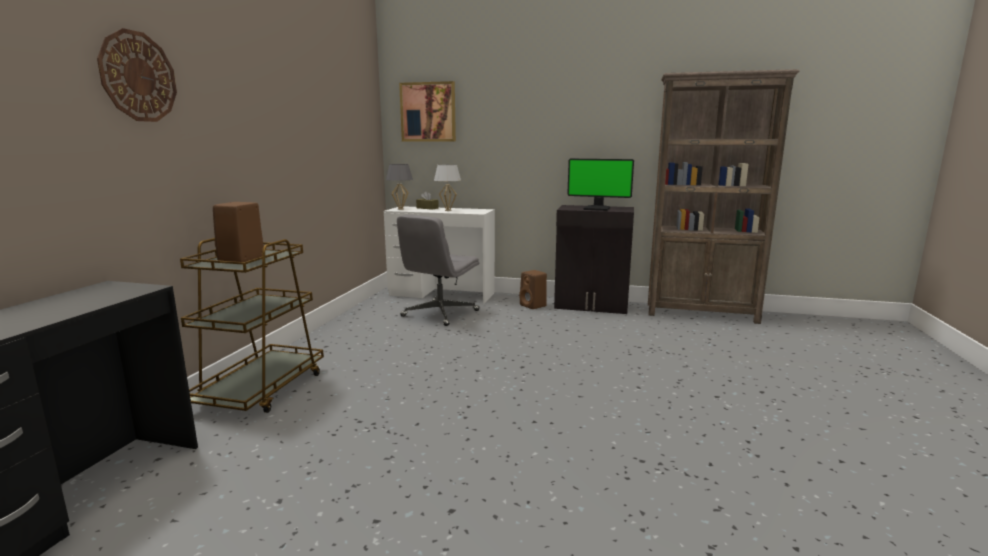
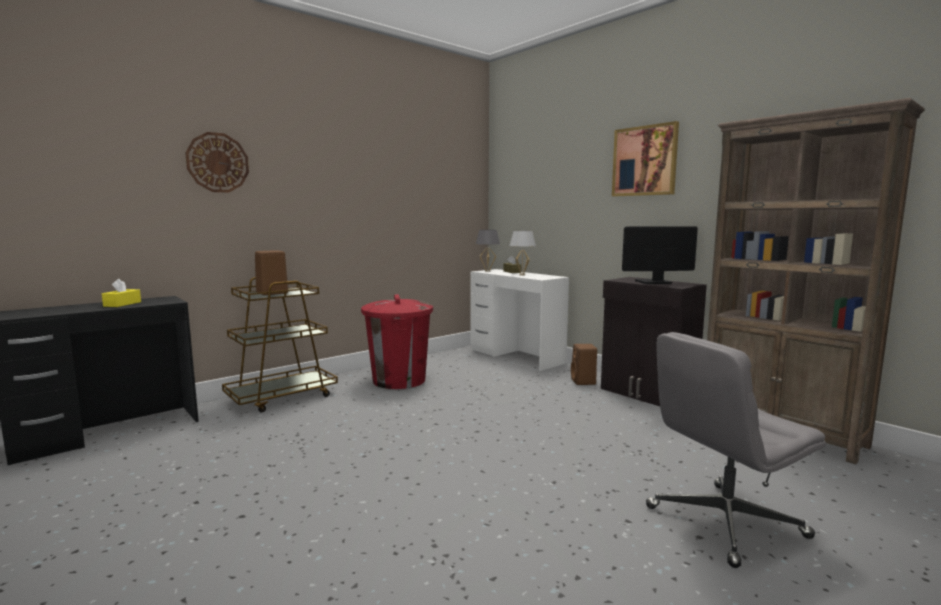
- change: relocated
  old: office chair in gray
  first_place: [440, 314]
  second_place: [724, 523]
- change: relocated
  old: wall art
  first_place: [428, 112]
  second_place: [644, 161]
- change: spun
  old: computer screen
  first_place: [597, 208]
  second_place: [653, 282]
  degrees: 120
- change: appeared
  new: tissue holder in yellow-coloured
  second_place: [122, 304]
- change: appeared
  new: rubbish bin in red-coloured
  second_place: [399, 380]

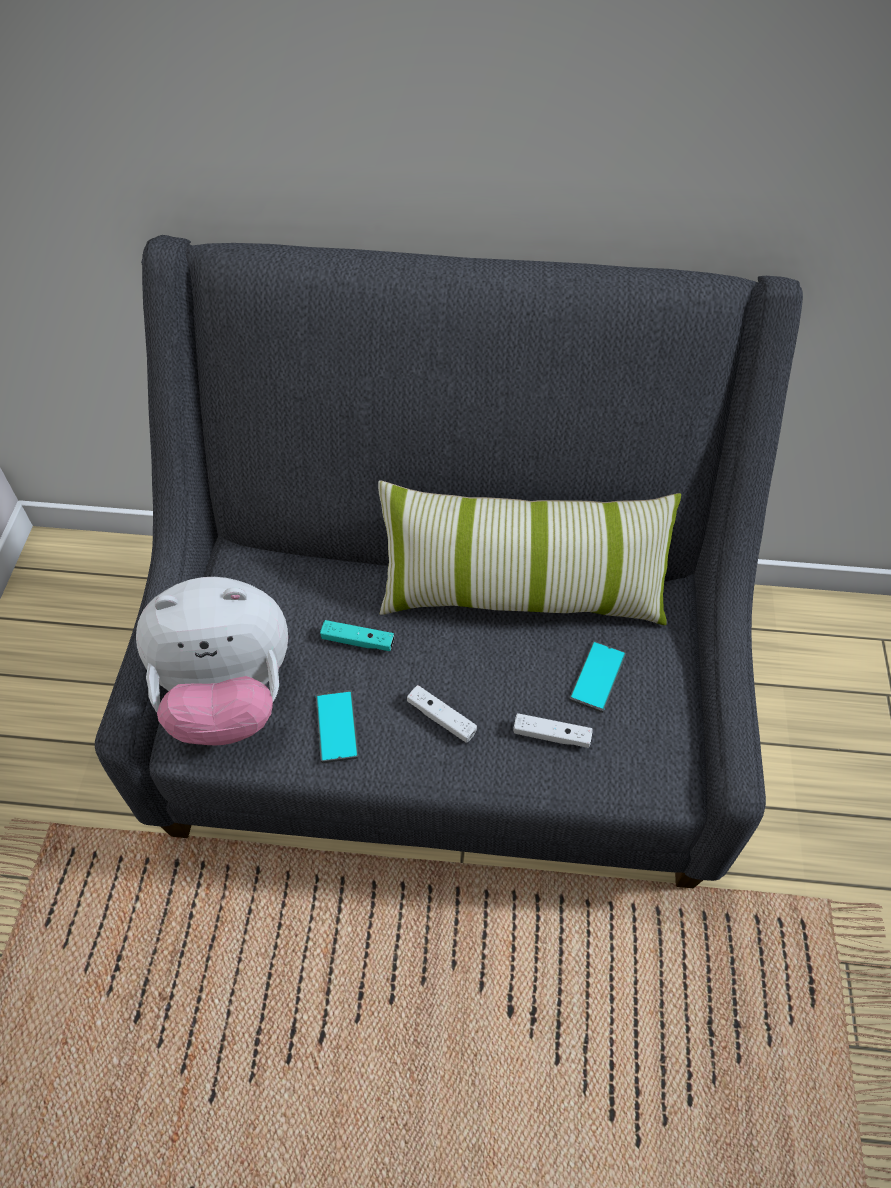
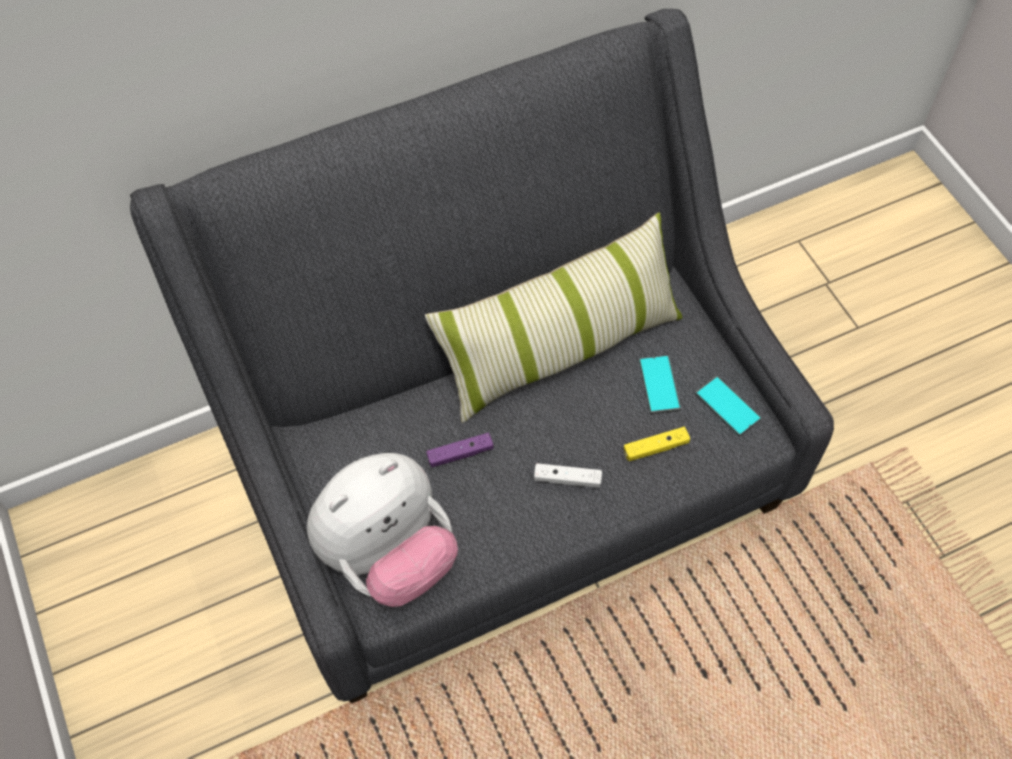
- change: relocated
  old: telephone
  first_place: [336, 726]
  second_place: [727, 406]
- change: colour
  old: gamepad in turquoise
  new: gamepad in purplish
  first_place: [358, 641]
  second_place: [460, 454]
- change: colour
  old: gamepad in whitish
  new: gamepad in yellow-coloured
  first_place: [551, 735]
  second_place: [655, 448]

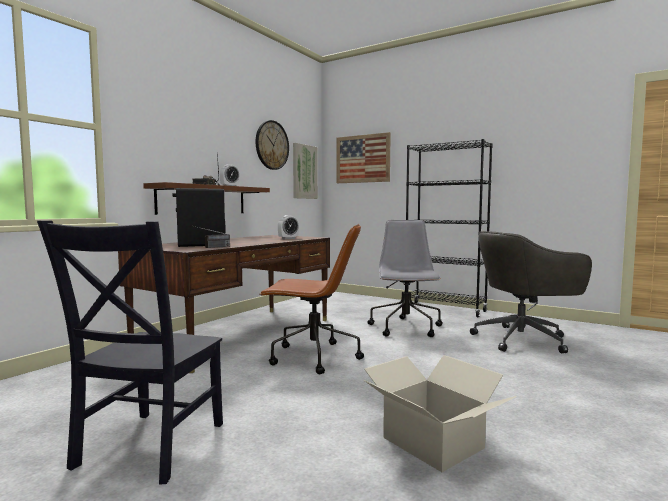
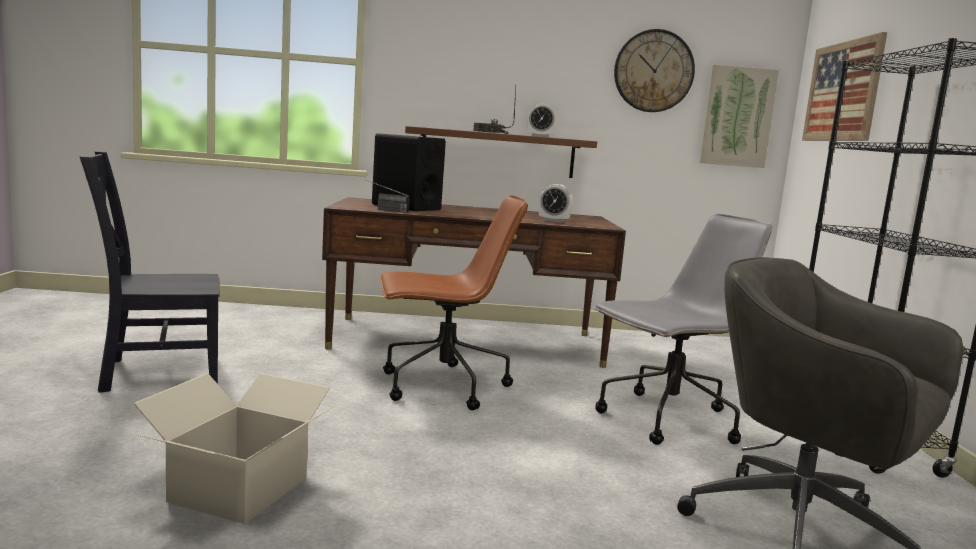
- change: spun
  old: office chair in brown-coloured
  first_place: [312, 357]
  second_place: [441, 386]
  degrees: -75

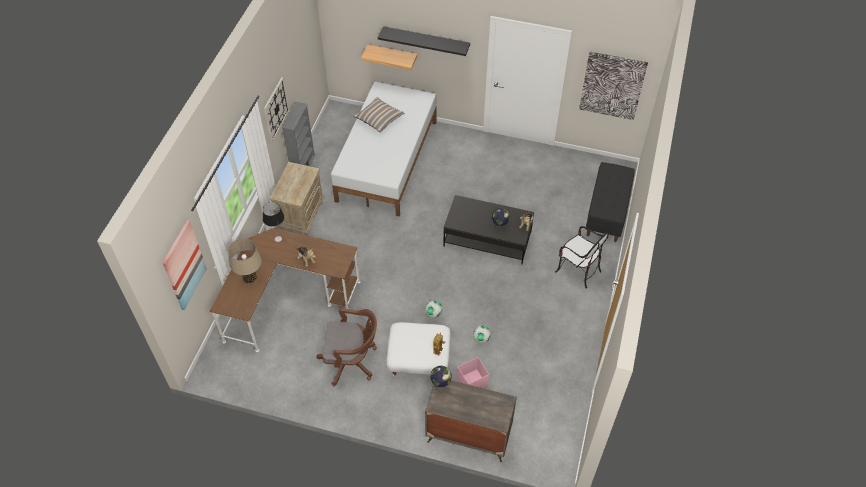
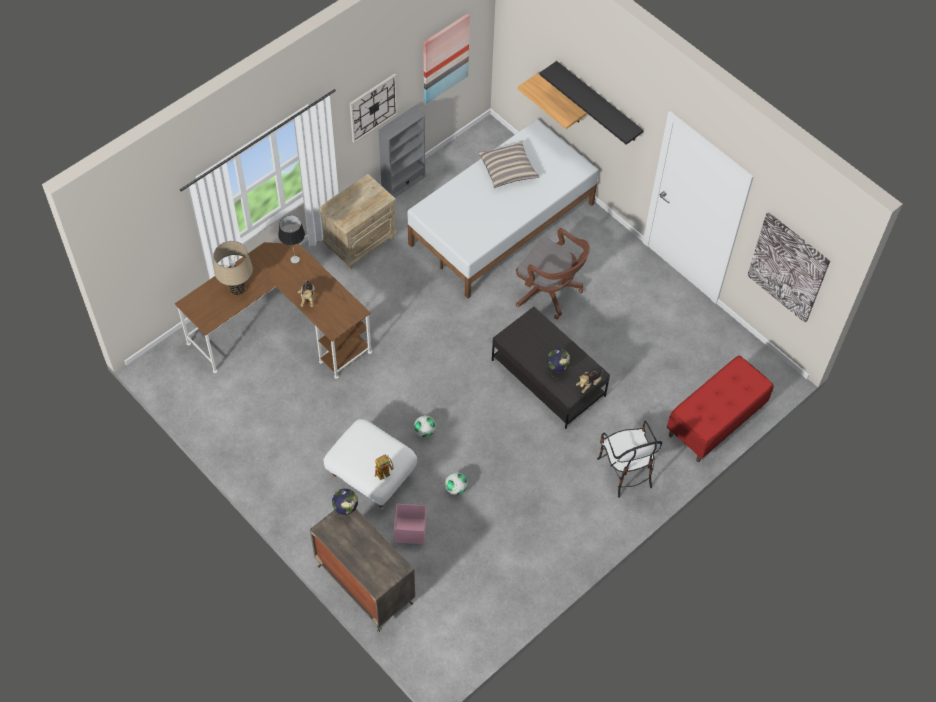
- change: relocated
  old: wall art
  first_place: [184, 265]
  second_place: [445, 58]
- change: relocated
  old: office chair in brown-coloured
  first_place: [351, 361]
  second_place: [549, 292]
- change: colour
  old: bench in black
  new: bench in red-coloured
  first_place: [607, 213]
  second_place: [715, 421]

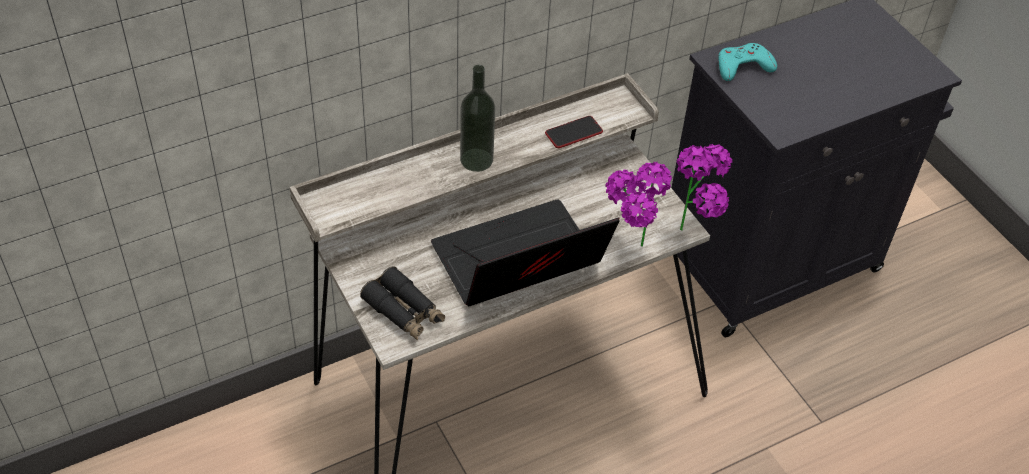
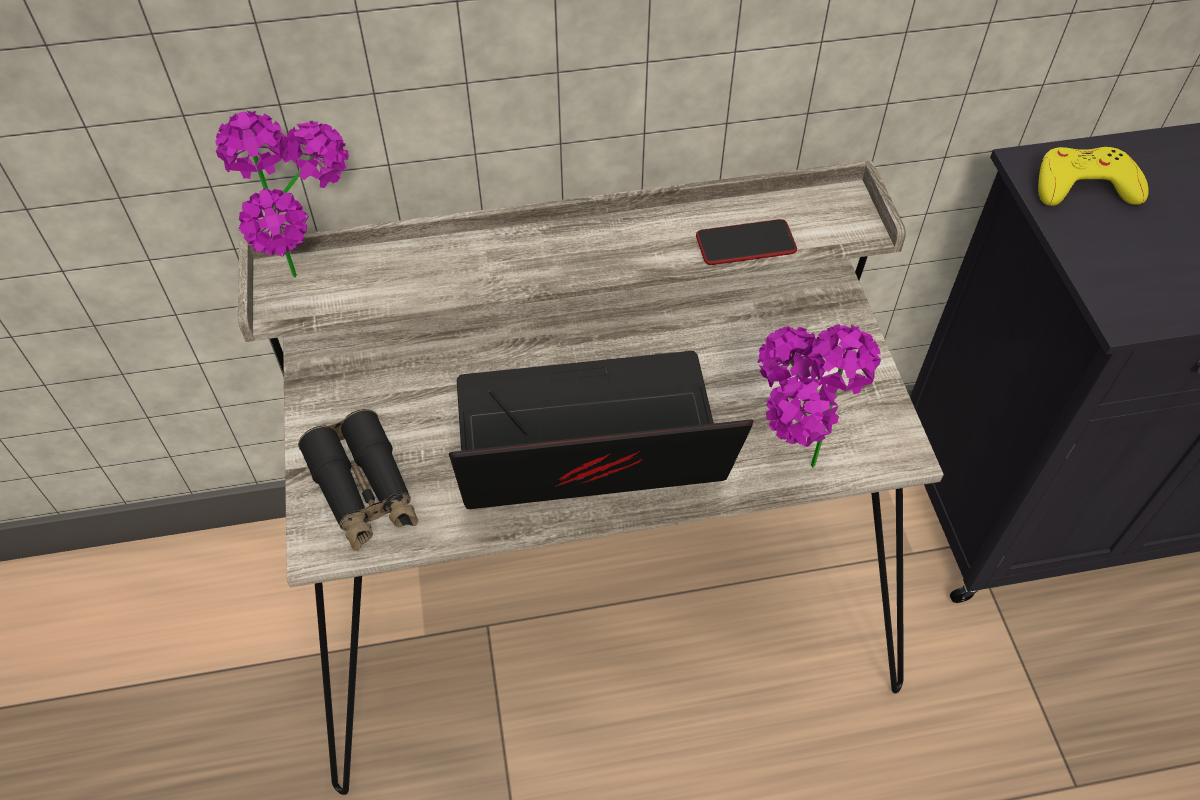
- change: missing
  old: beverage bottle
  first_place: [476, 160]
- change: relocated
  old: houseplant
  first_place: [695, 230]
  second_place: [317, 281]
- change: colour
  old: gamepad in turquoise
  new: gamepad in yellow-coloured
  first_place: [743, 66]
  second_place: [1083, 185]

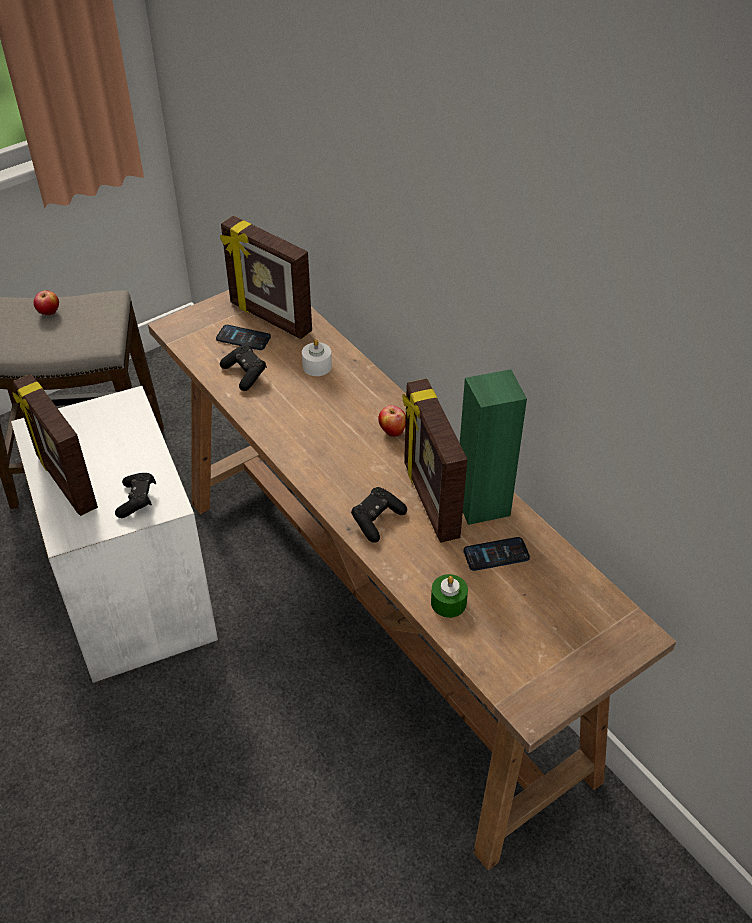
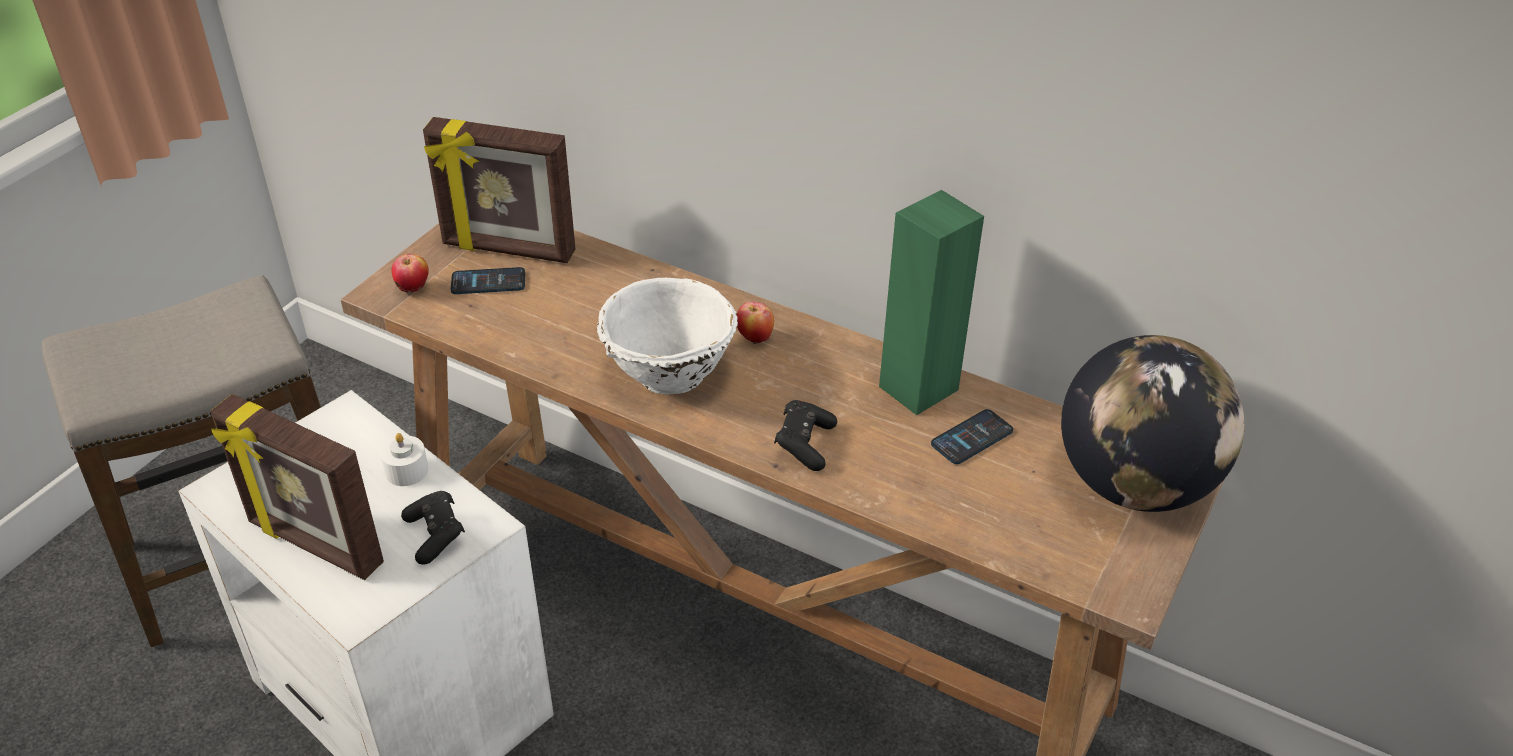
- change: relocated
  old: apple
  first_place: [49, 313]
  second_place: [413, 289]
- change: missing
  old: gamepad in black
  first_place: [245, 374]
- change: relocated
  old: wax light in whitish
  first_place: [317, 366]
  second_place: [406, 470]
- change: missing
  old: picture frame
  first_place: [429, 500]
- change: missing
  old: wax light in green-coloured
  first_place: [448, 602]
- change: appeared
  new: serving bowl in whitish
  second_place: [668, 374]
- change: appeared
  new: globe
  second_place: [1133, 484]

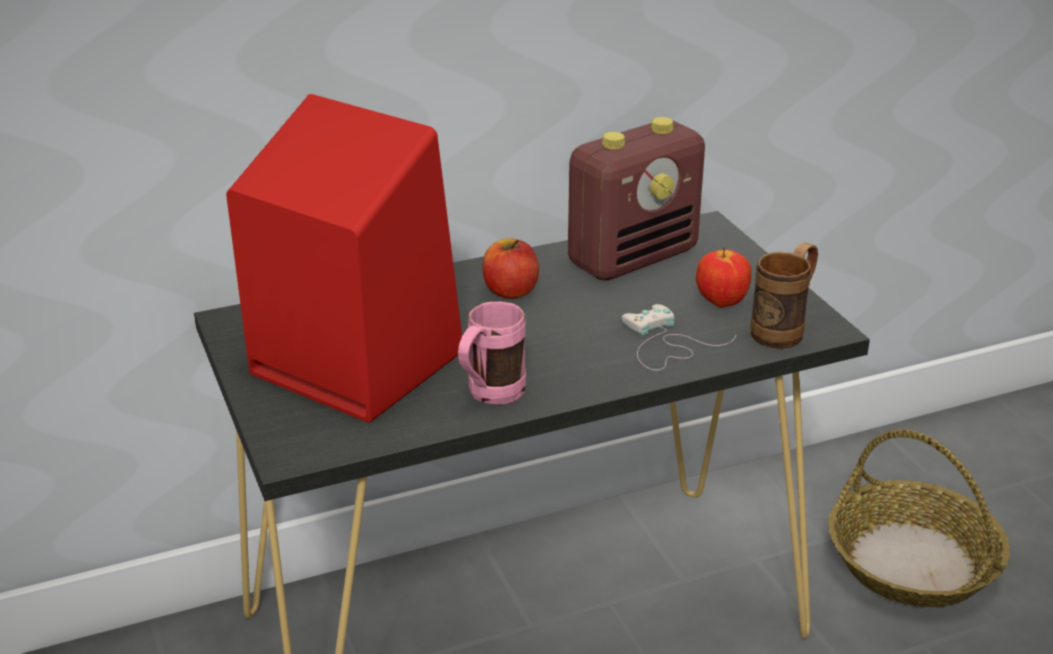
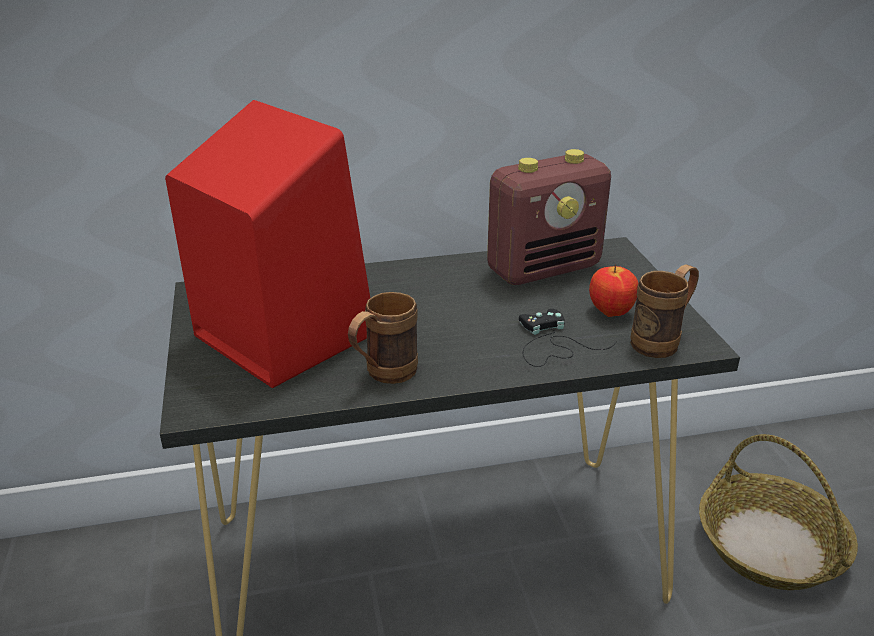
- change: colour
  old: mug in pink-coloured
  new: mug in brown-coloured
  first_place: [488, 396]
  second_place: [383, 375]
- change: missing
  old: apple
  first_place: [510, 291]
- change: colour
  old: gamepad in whitish
  new: gamepad in black
  first_place: [665, 344]
  second_place: [551, 344]

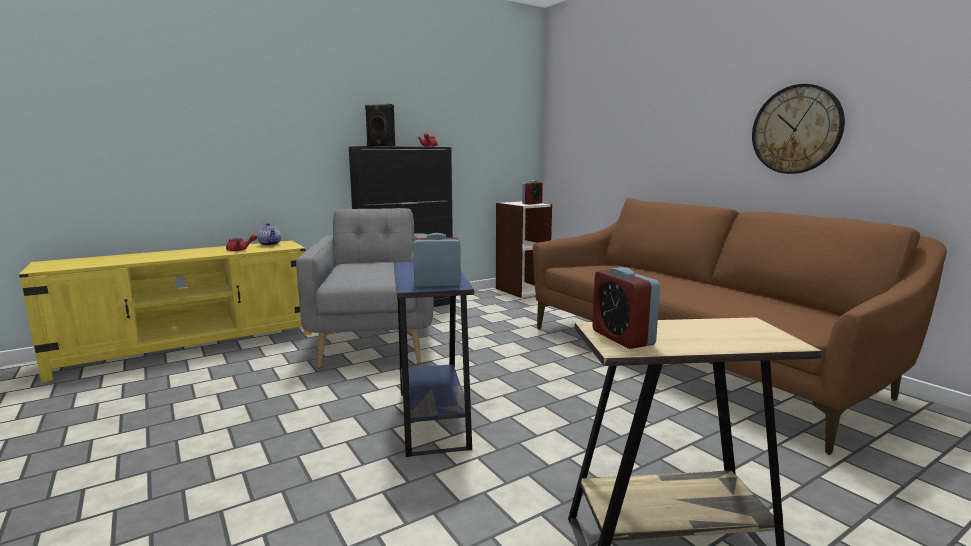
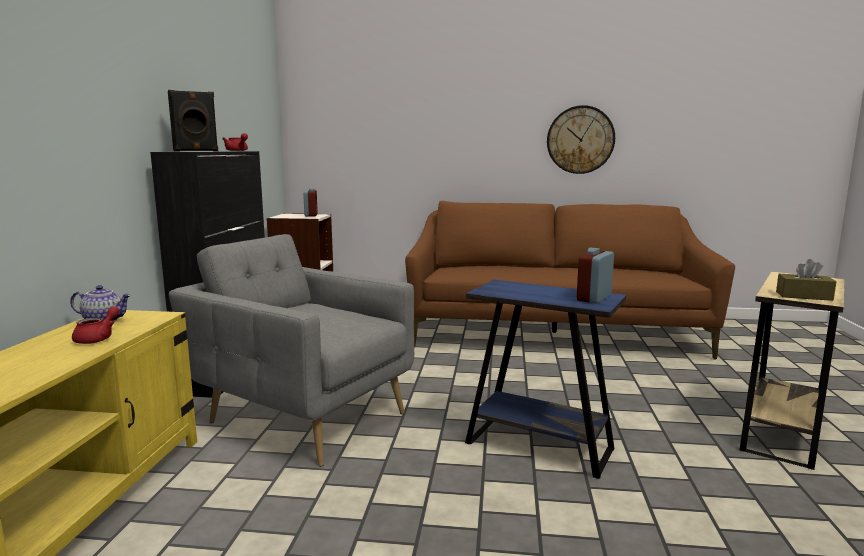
- change: exchanged
  old: alarm clock
  new: tissue holder in brown-coloured
  first_place: [622, 338]
  second_place: [803, 296]

